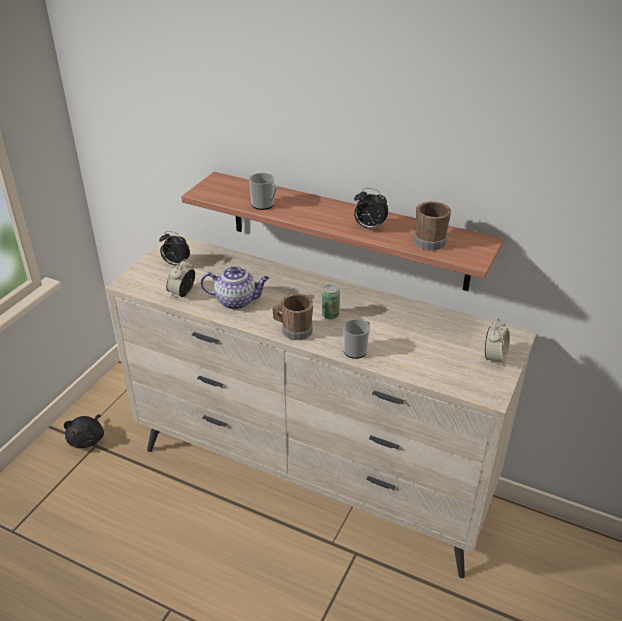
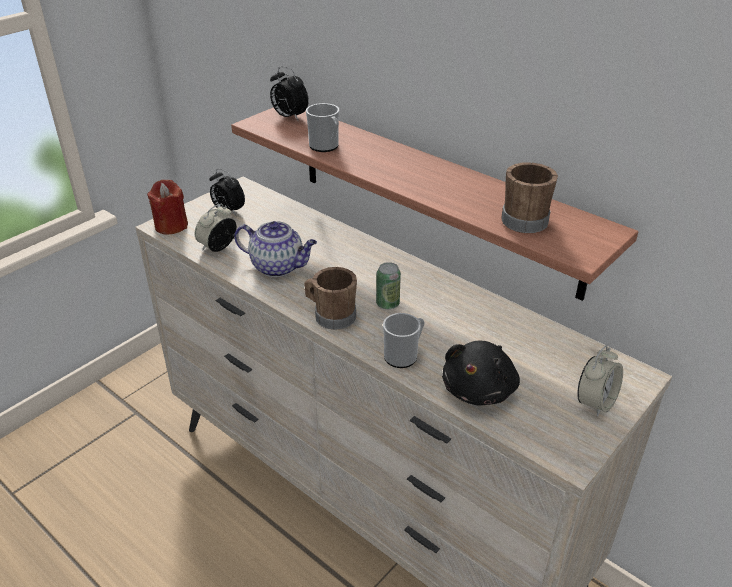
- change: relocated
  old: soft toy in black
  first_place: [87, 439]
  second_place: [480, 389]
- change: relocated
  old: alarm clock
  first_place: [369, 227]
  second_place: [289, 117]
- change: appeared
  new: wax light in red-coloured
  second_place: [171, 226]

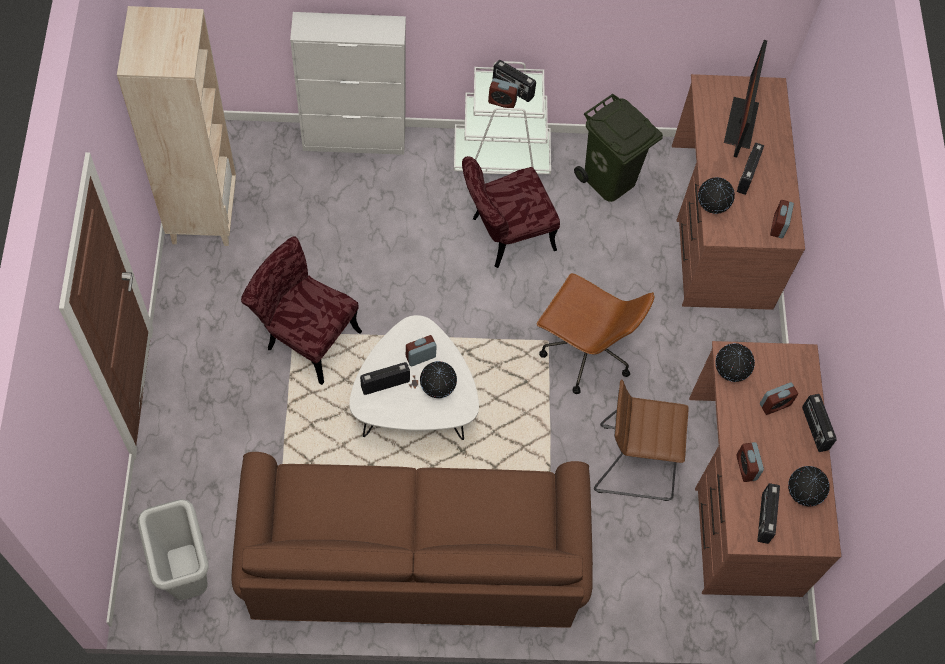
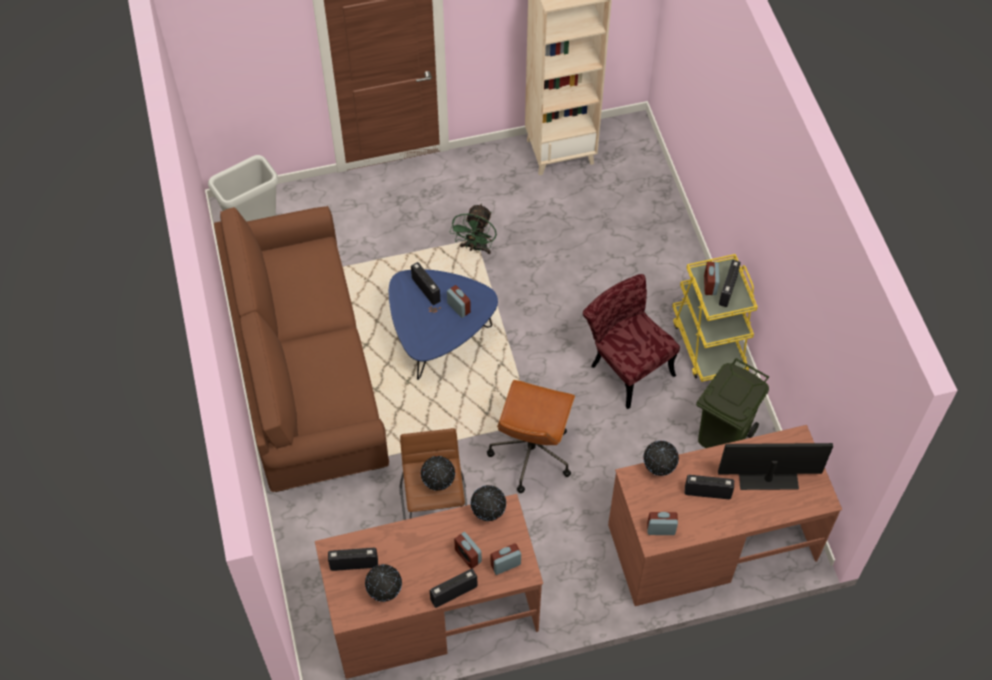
- change: exchanged
  old: upright chair in red-coloured
  new: cooling fan in green-coloured
  first_place: [305, 336]
  second_place: [476, 248]
- change: missing
  old: cupboard in whitish
  first_place: [355, 139]
- change: colour
  old: coffee table in whitish
  new: coffee table in blue-coloured
  first_place: [414, 404]
  second_place: [439, 338]
- change: relocated
  old: globe
  first_place: [437, 389]
  second_place: [438, 483]
- change: colour
  old: cart in whitish
  new: cart in yellow-coloured
  first_place: [502, 157]
  second_place: [708, 344]
- change: relocated
  old: alarm clock
  first_place: [746, 467]
  second_place: [505, 564]

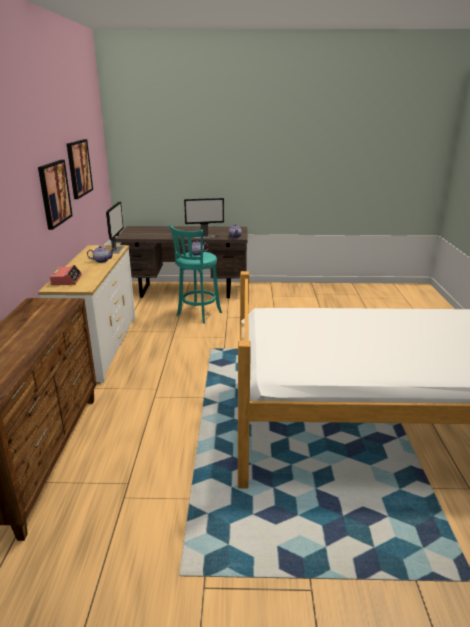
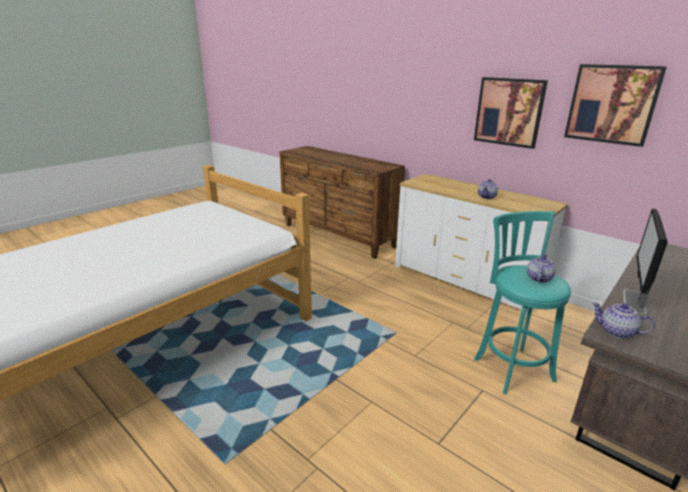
- change: missing
  old: alarm clock
  first_place: [66, 280]
- change: missing
  old: computer screen
  first_place: [117, 250]

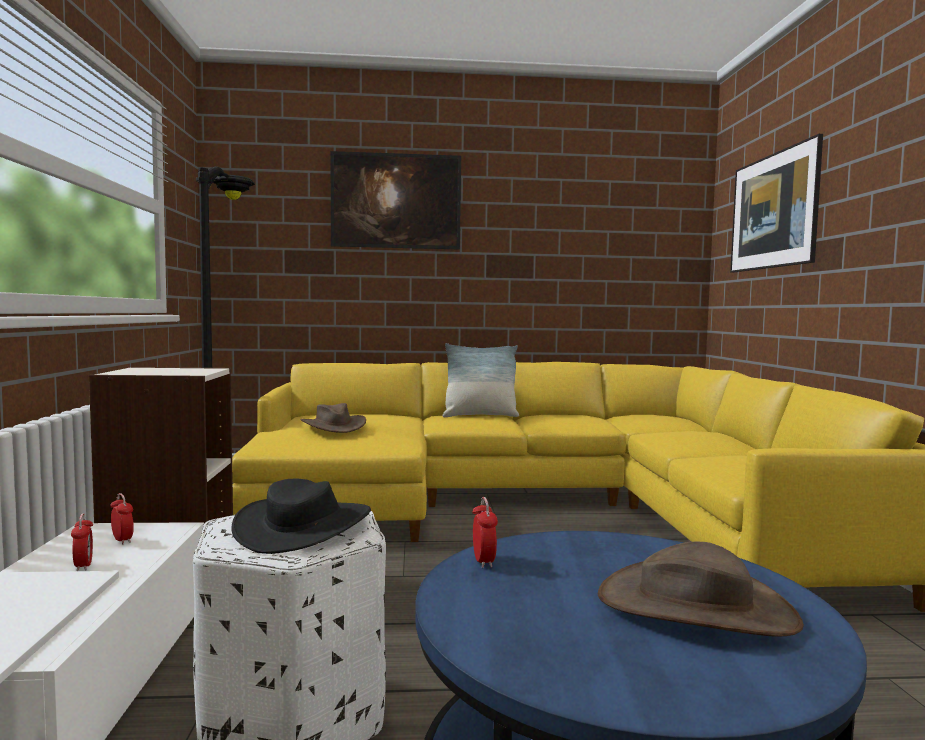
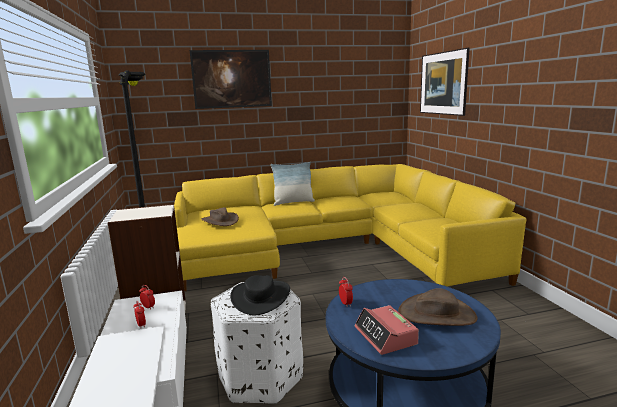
- change: appeared
  new: alarm clock
  second_place: [385, 336]

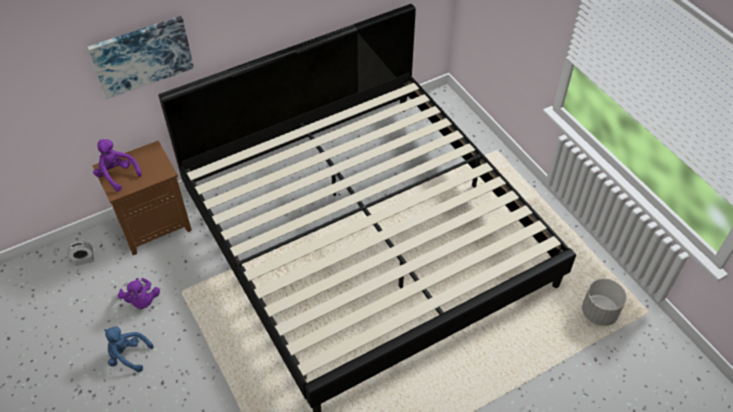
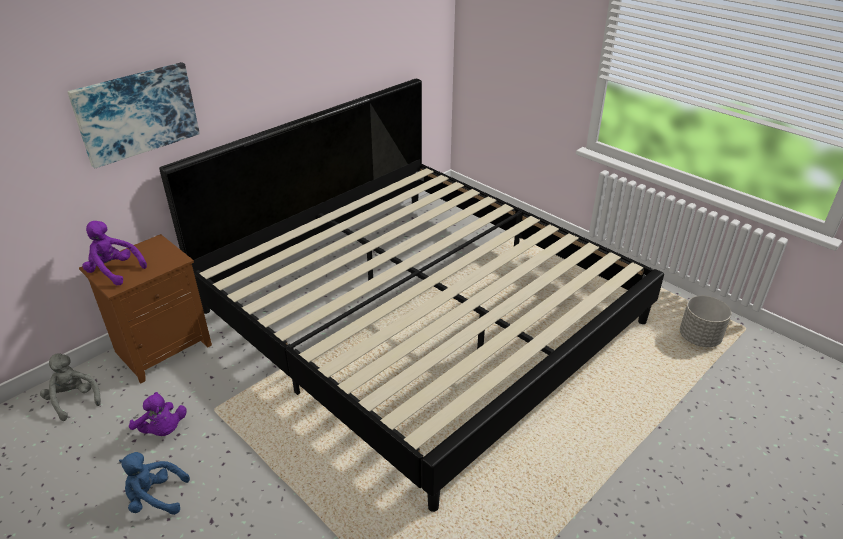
- change: exchanged
  old: alarm clock
  new: soft toy in gray
  first_place: [84, 260]
  second_place: [74, 400]

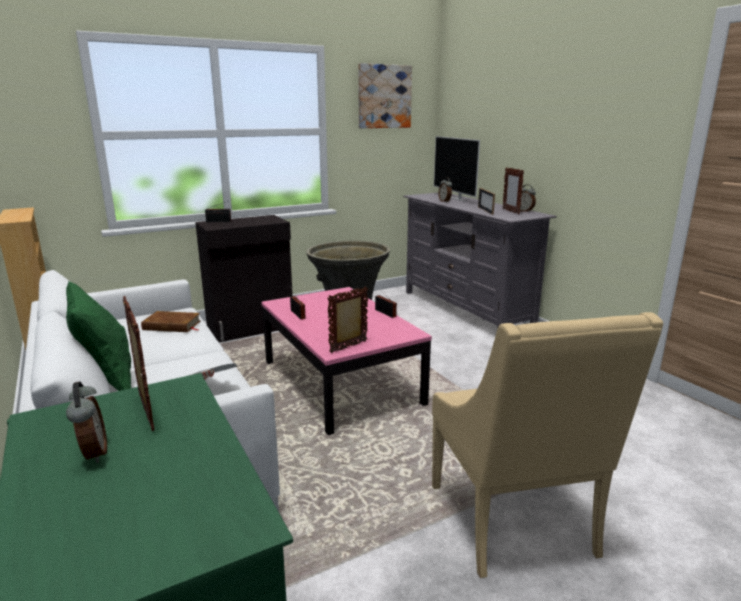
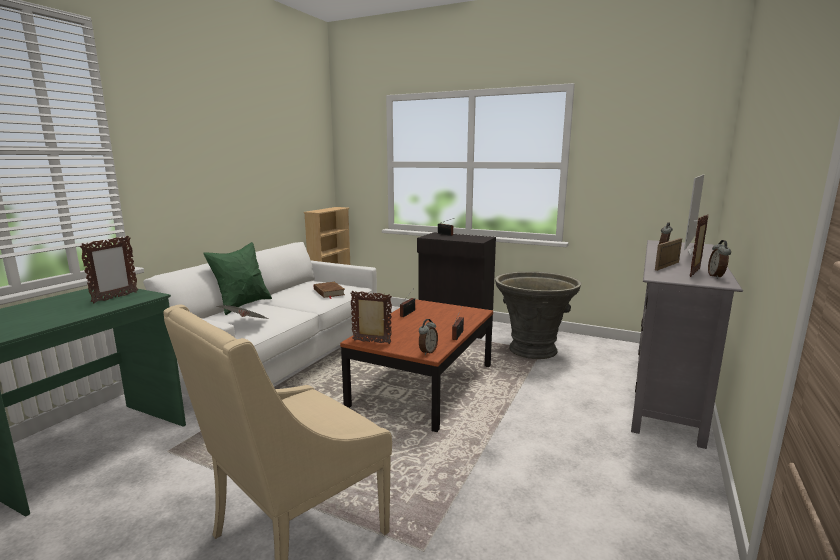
- change: relocated
  old: alarm clock
  first_place: [93, 453]
  second_place: [427, 352]
- change: colour
  old: coffee table in pink-coloured
  new: coffee table in brown-coloured
  first_place: [340, 382]
  second_place: [423, 384]
- change: missing
  old: wall art
  first_place: [384, 96]

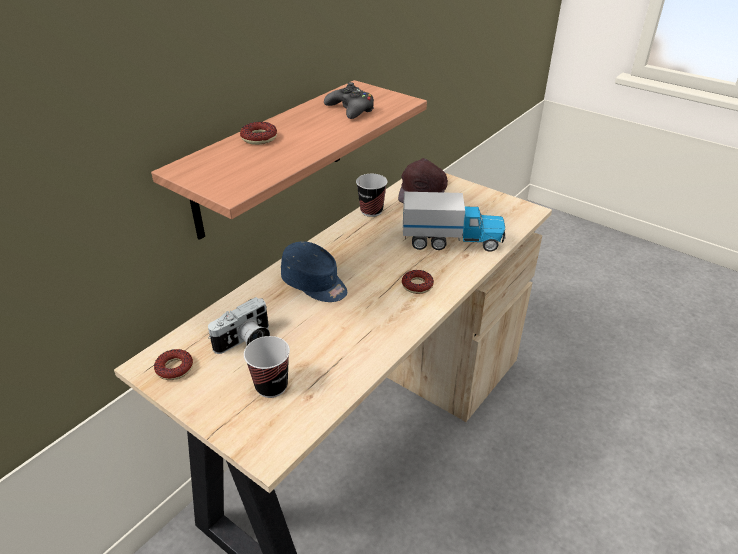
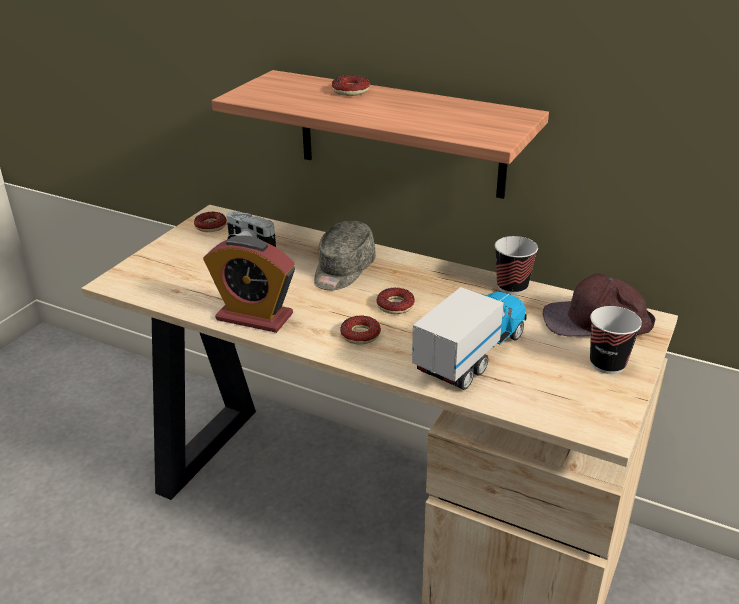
- change: relocated
  old: cup
  first_place: [271, 386]
  second_place: [607, 364]
- change: colour
  old: baseball cap in blue-coloured
  new: baseball cap in gray
  first_place: [315, 284]
  second_place: [343, 270]
- change: missing
  old: gamepad in black
  first_place: [351, 110]
- change: spun
  old: toy lorry
  first_place: [452, 241]
  second_place: [471, 355]
  degrees: -135
- change: appeared
  new: alarm clock
  second_place: [254, 317]
- change: appeared
  new: donut
  second_place: [395, 305]

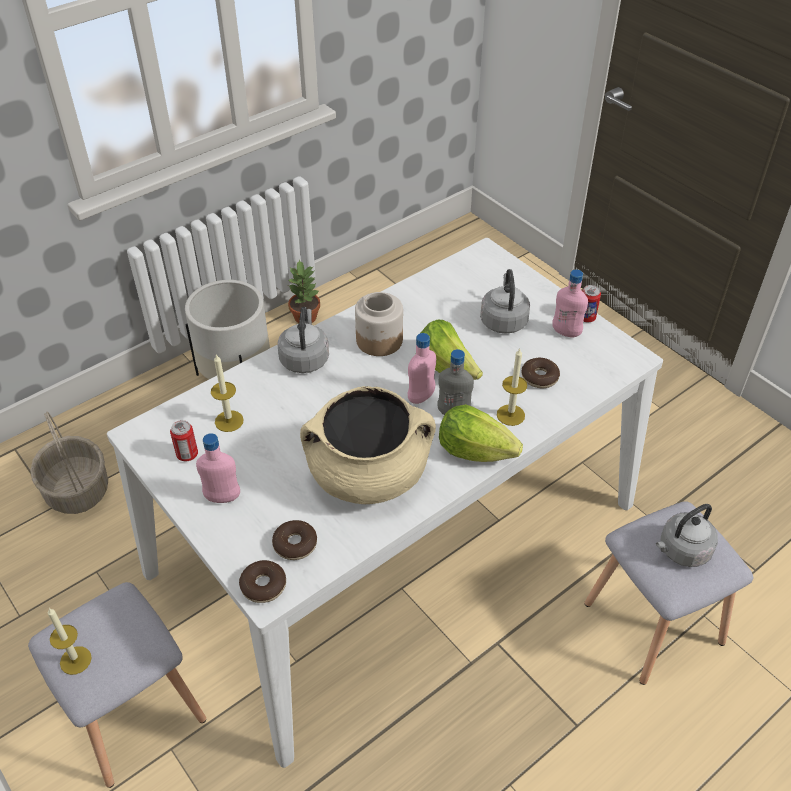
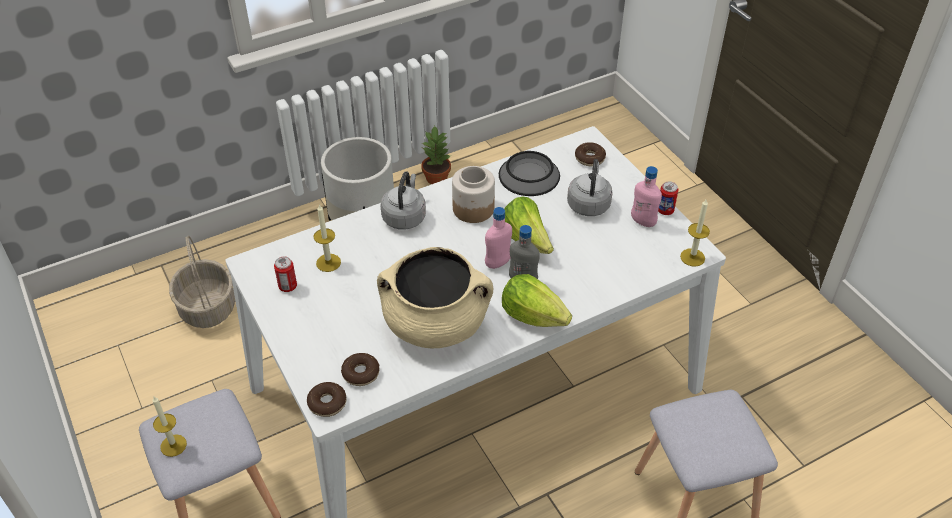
- change: missing
  old: beverage bottle in pink-coloured
  first_place: [222, 497]
- change: relocated
  old: wax light
  first_place: [510, 415]
  second_place: [692, 257]
- change: relocated
  old: donut
  first_place: [539, 377]
  second_place: [589, 158]
- change: missing
  old: tea kettle in gray
  first_place: [682, 551]
- change: appeared
  new: serving bowl
  second_place: [529, 175]

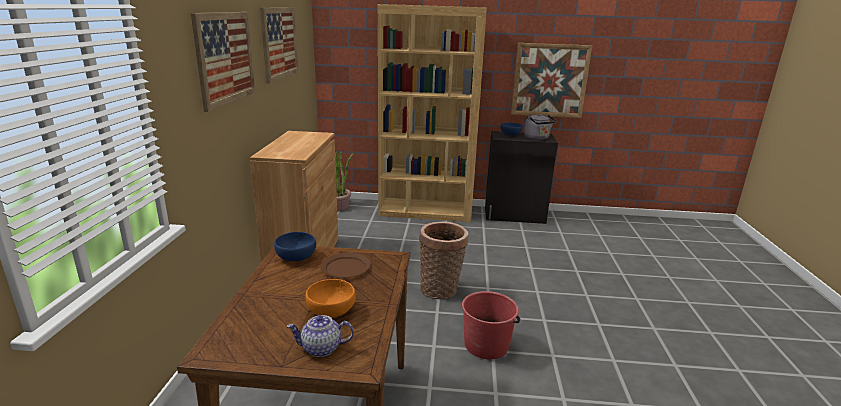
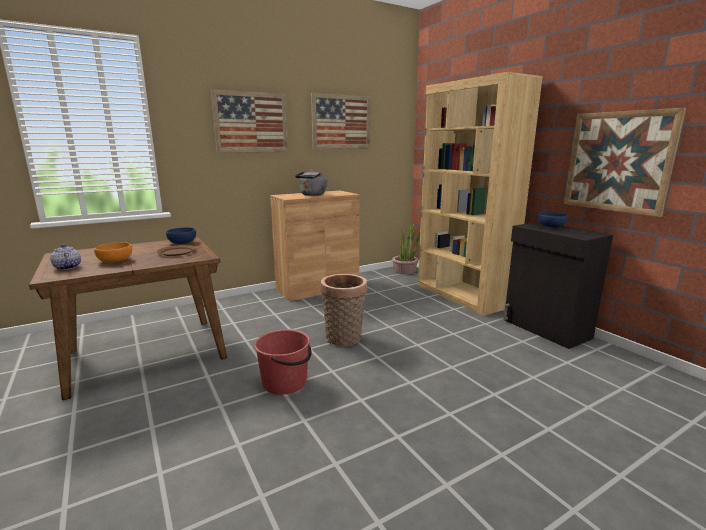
- change: relocated
  old: tea kettle in gray
  first_place: [537, 138]
  second_place: [312, 195]

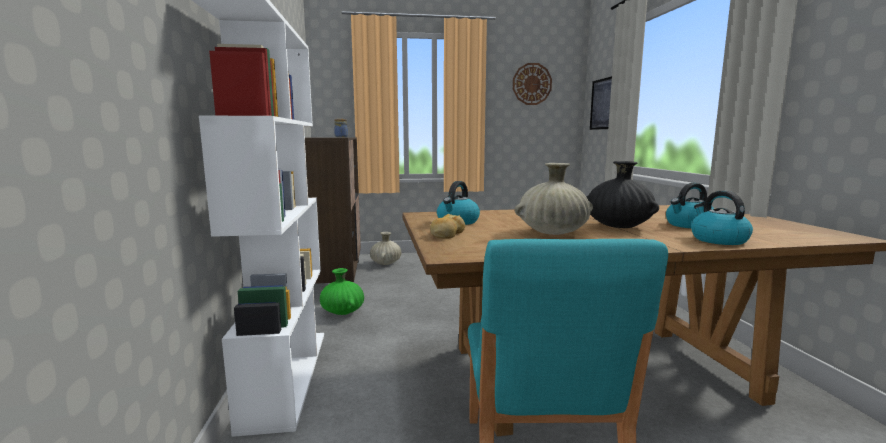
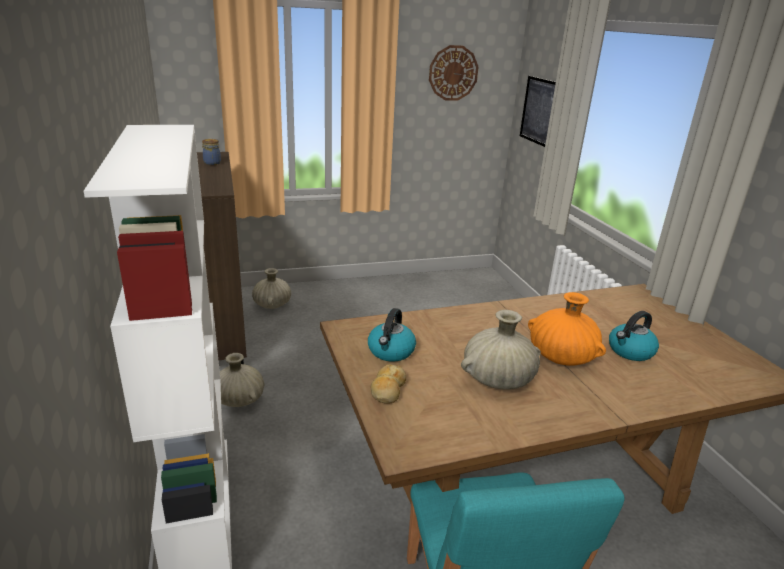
- change: colour
  old: vase in green-coloured
  new: vase in sand-coloured
  first_place: [342, 312]
  second_place: [239, 400]
- change: colour
  old: vase in black
  new: vase in orangey
  first_place: [618, 226]
  second_place: [561, 357]
- change: missing
  old: tea kettle
  first_place: [718, 240]

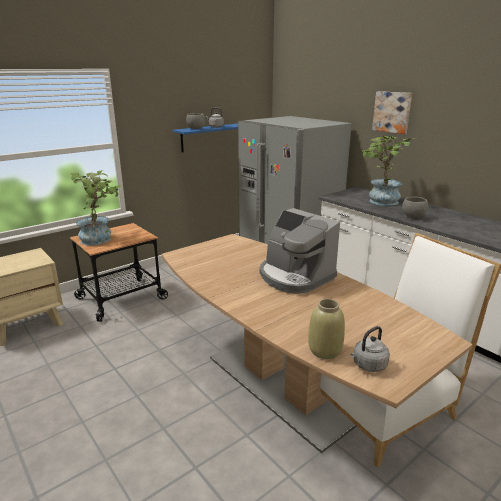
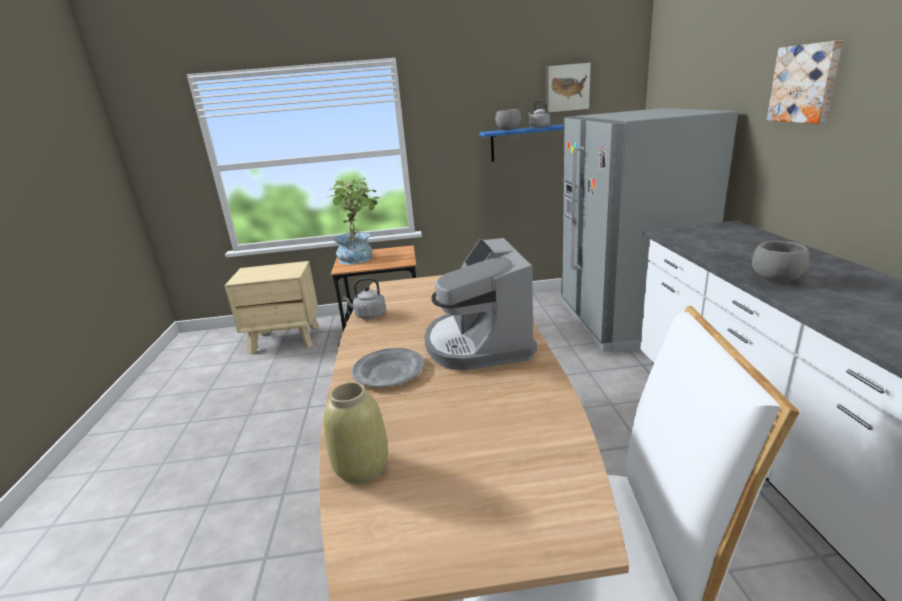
- change: relocated
  old: tea kettle in gray
  first_place: [368, 365]
  second_place: [368, 315]
- change: missing
  old: houseplant
  first_place: [380, 202]
- change: appeared
  new: flat dish in gray
  second_place: [388, 371]
- change: appeared
  new: wall art
  second_place: [567, 87]

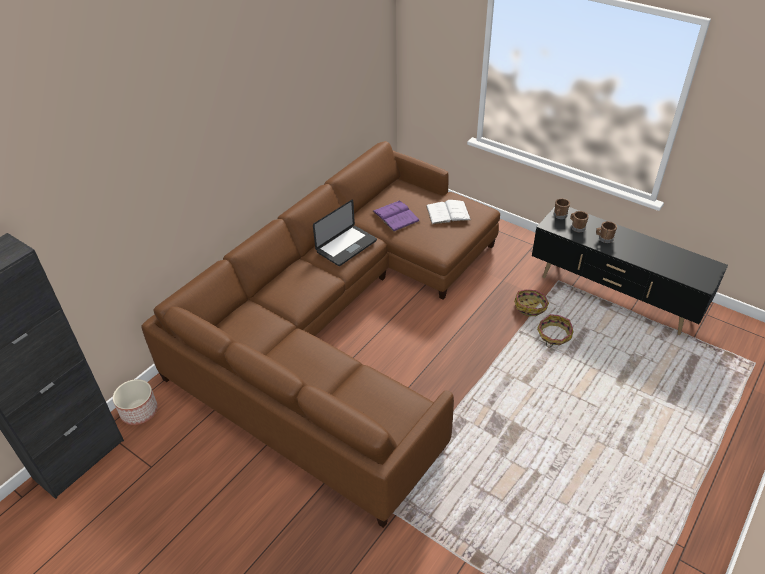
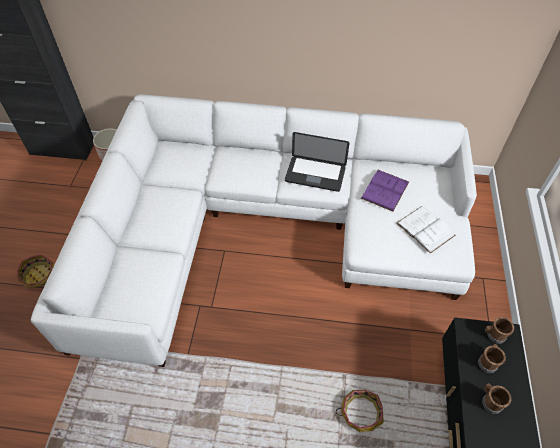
- change: colour
  old: settee in brown-coloured
  new: settee in whitish
  first_place: [342, 323]
  second_place: [265, 225]
- change: relocated
  old: basket
  first_place: [530, 307]
  second_place: [39, 276]

